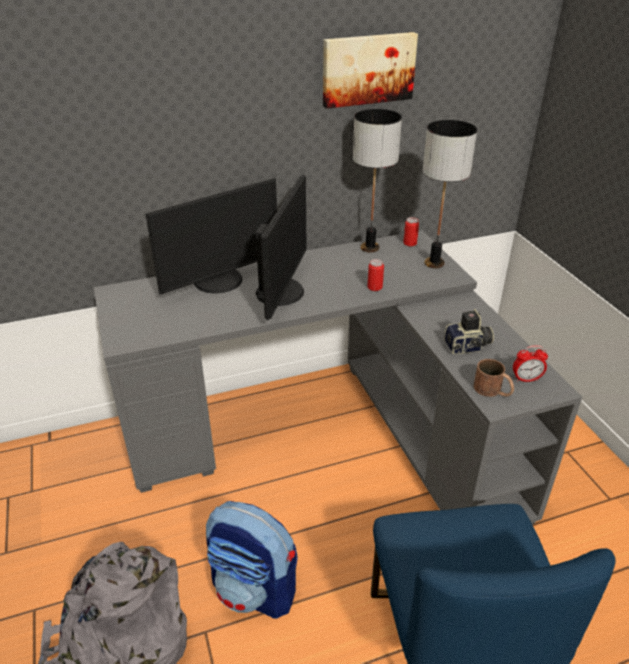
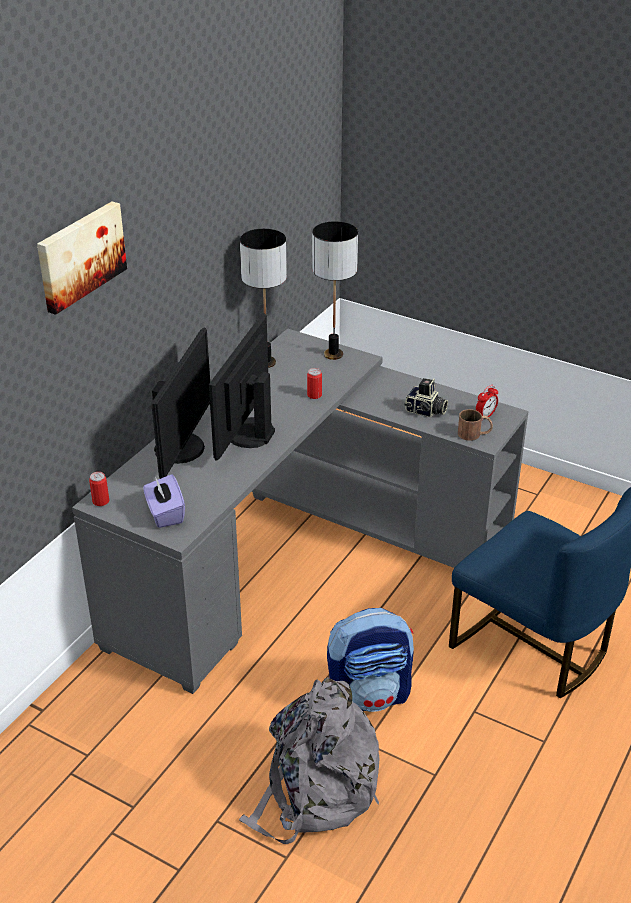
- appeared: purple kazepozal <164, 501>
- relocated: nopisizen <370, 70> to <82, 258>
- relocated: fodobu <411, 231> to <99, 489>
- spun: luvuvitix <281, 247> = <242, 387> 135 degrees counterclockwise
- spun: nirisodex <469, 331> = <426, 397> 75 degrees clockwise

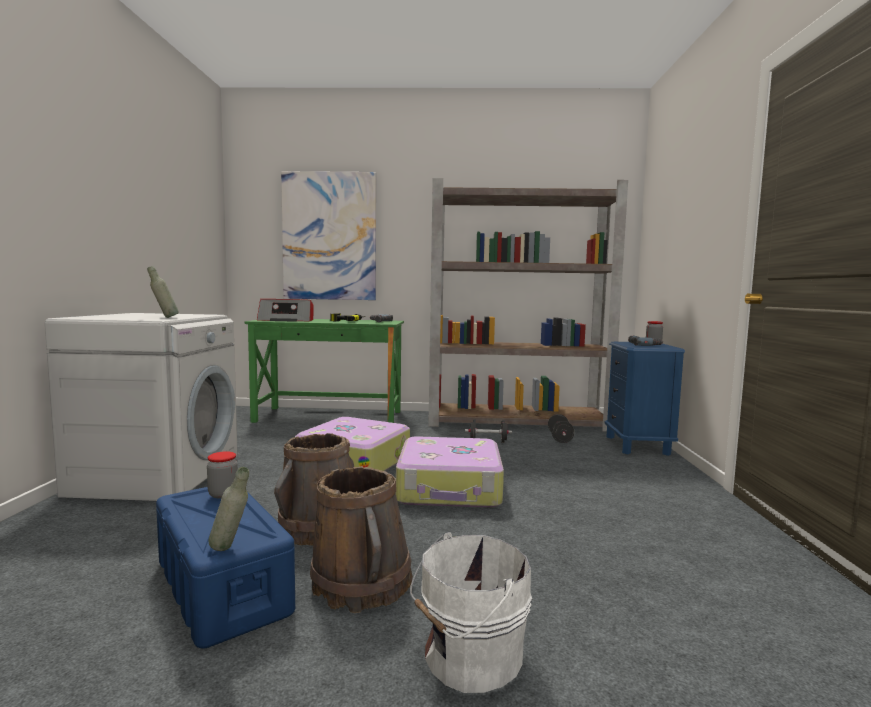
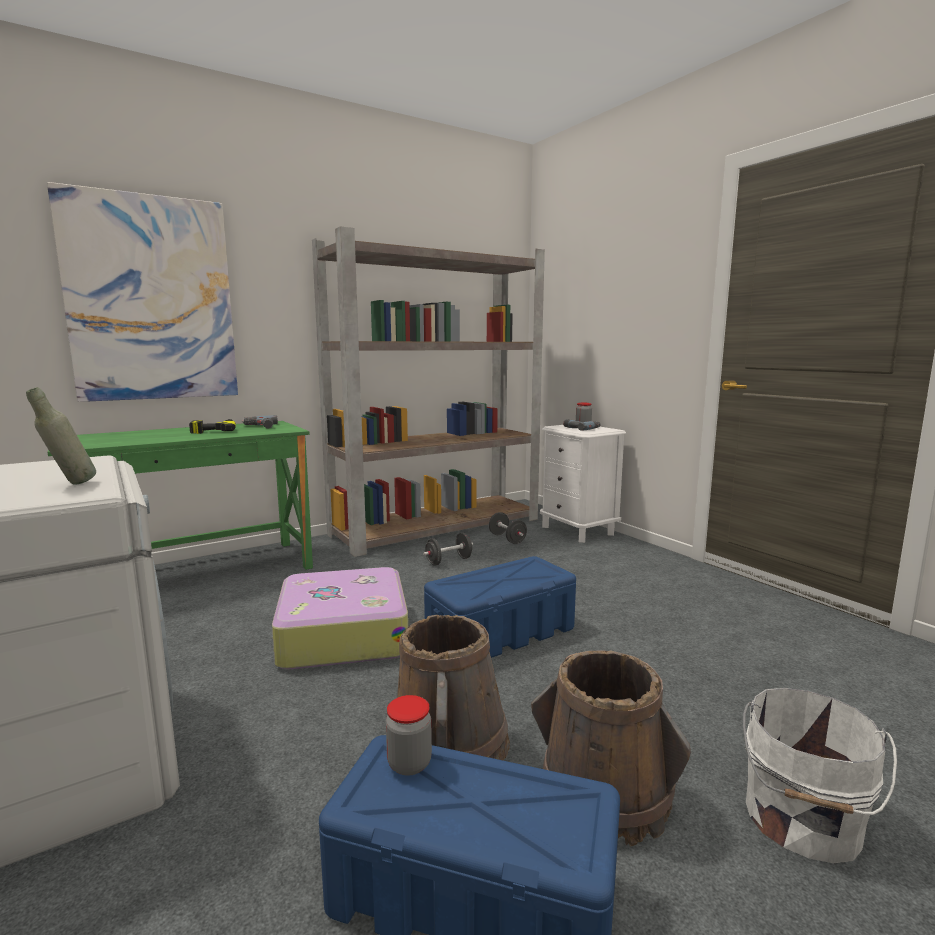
- missing: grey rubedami <229, 509>
- missing: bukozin <285, 310>
- exchanged: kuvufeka <450, 472> to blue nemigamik <500, 607>
- colour: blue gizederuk <644, 399> to white gizederuk <583, 484>

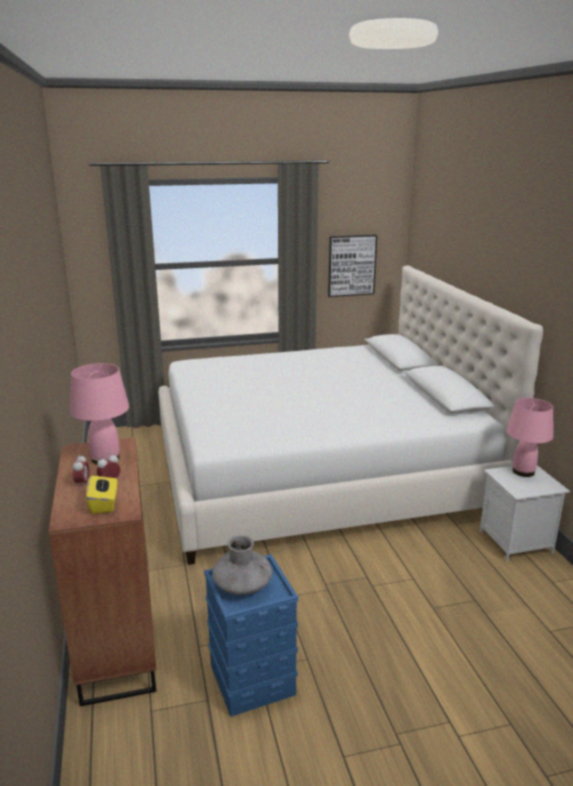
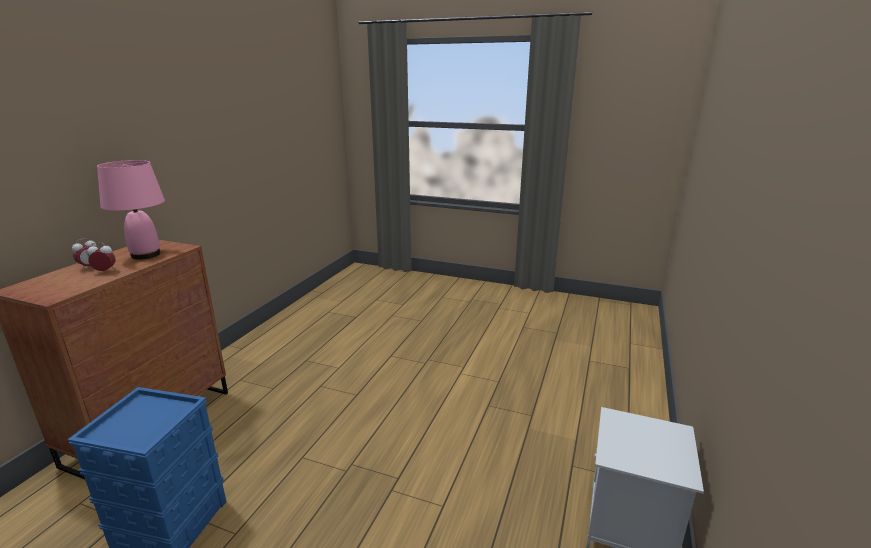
- missing: yellow kazepozal <101, 494>
- missing: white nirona <350, 415>
- missing: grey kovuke <242, 565>
- missing: nopisizen <352, 266>
- missing: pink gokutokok <529, 437>

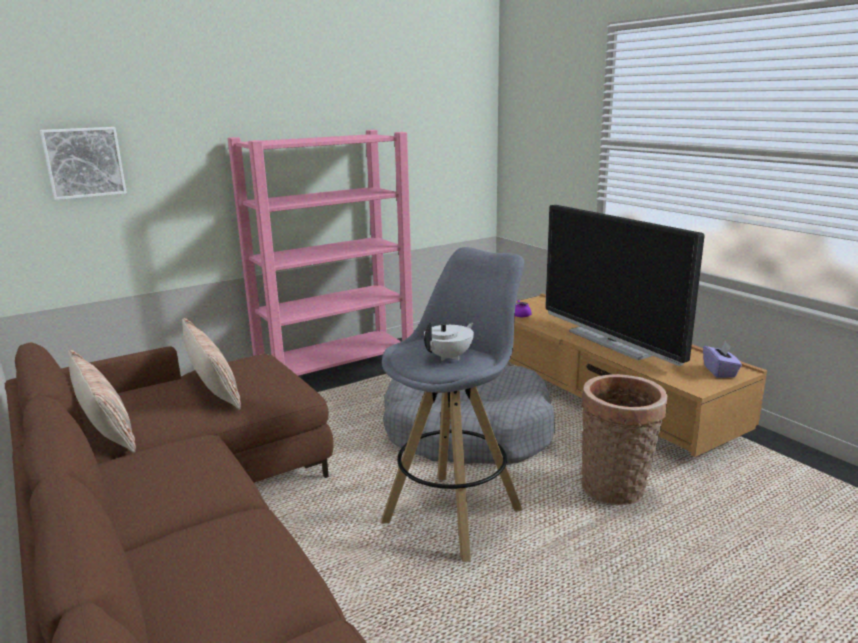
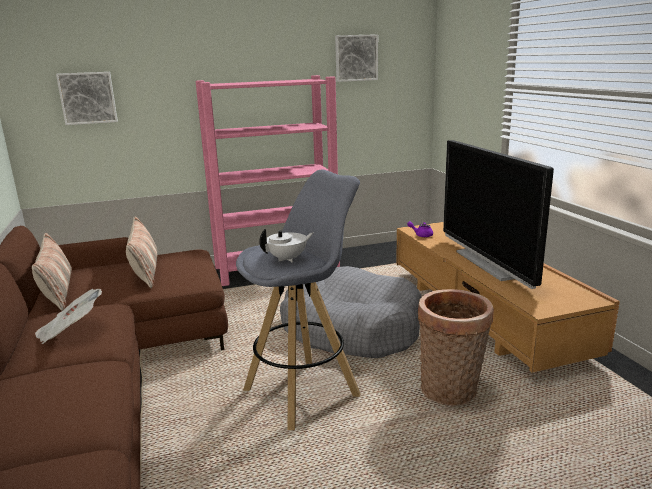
- missing: purple kazepozal <722, 359>
- appeared: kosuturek <68, 316>
- appeared: nopisizen <356, 58>

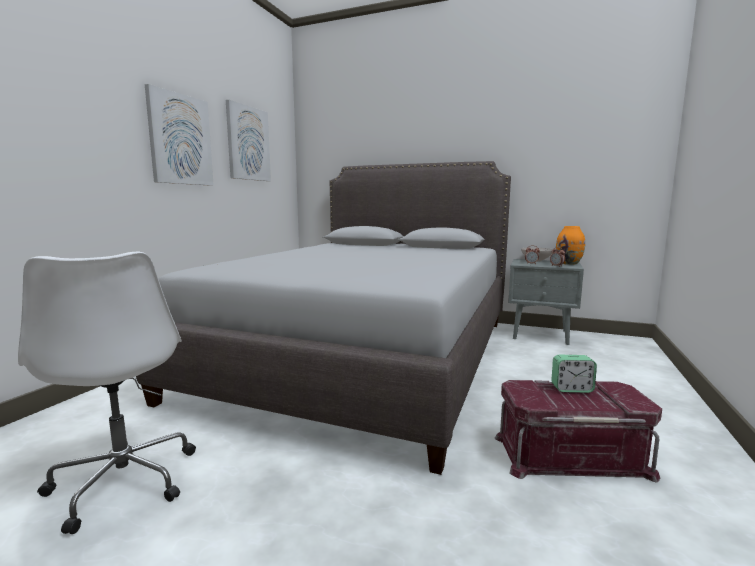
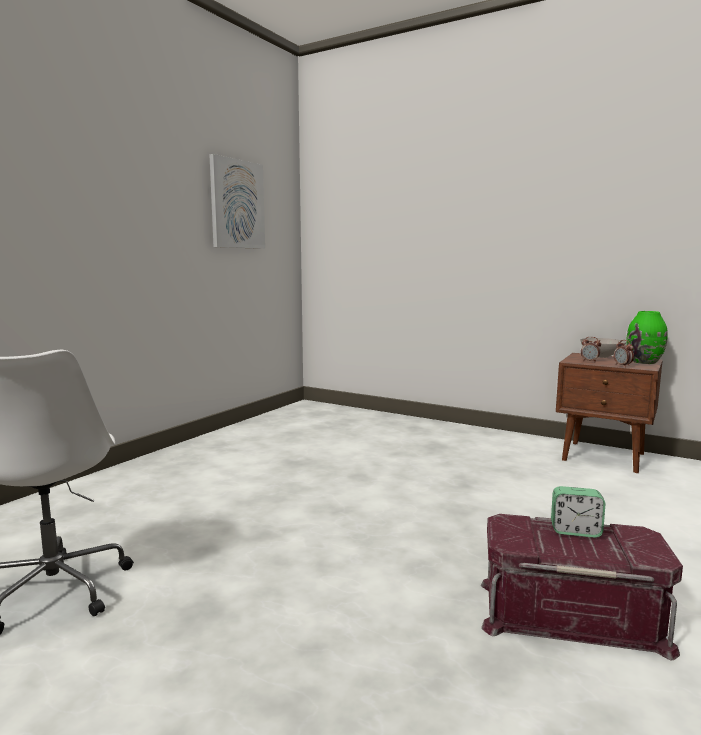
- missing: grey nirona <323, 318>
- missing: nopisizen <179, 135>
- colour: grey gizederuk <546, 302> to brown gizederuk <609, 413>
- colour: orange kovuke <570, 245> to green kovuke <647, 337>

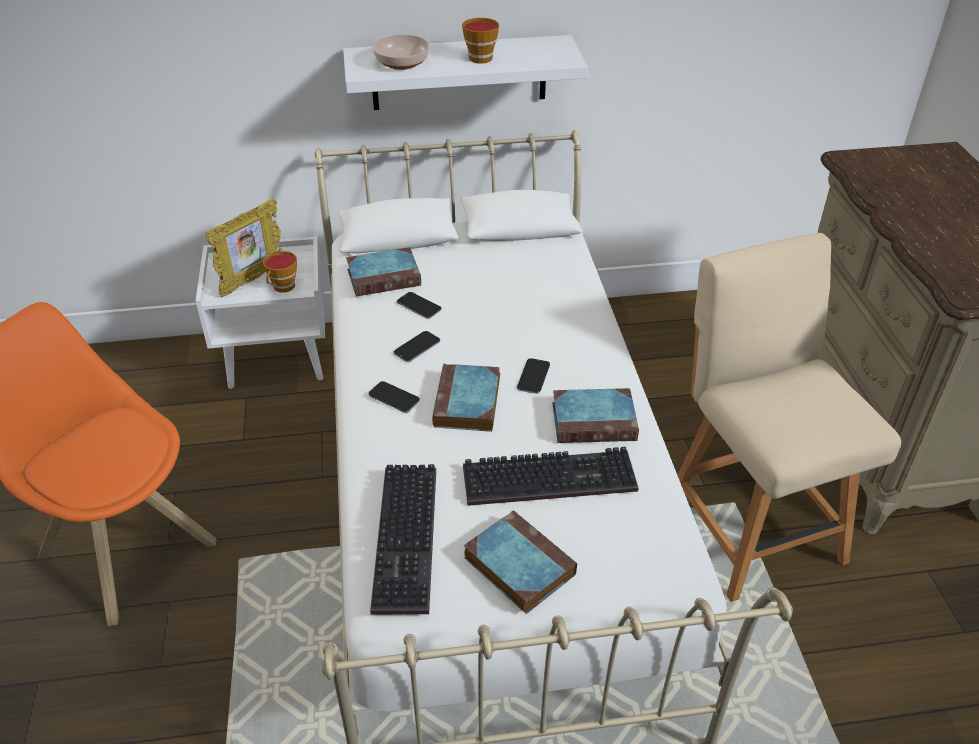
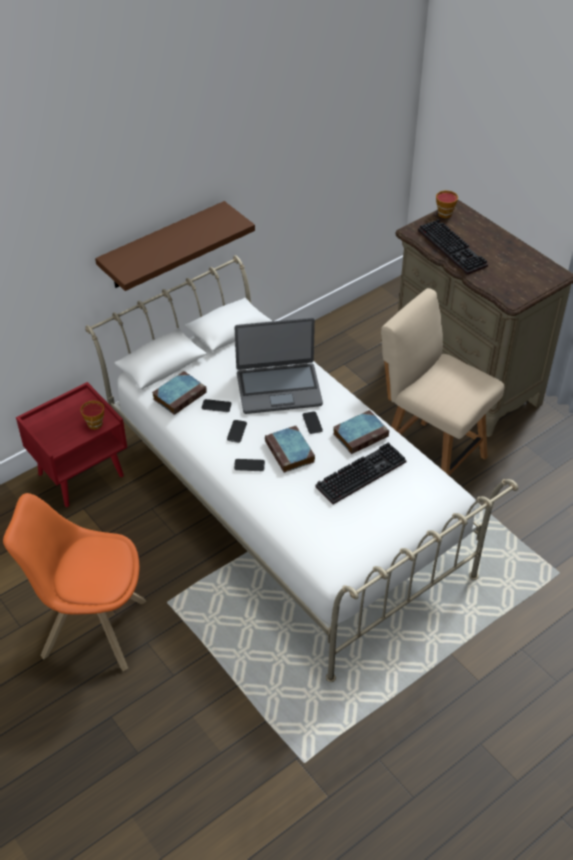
- missing: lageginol <243, 247>
- missing: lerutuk <401, 52>
- missing: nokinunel <520, 562>
- appeared: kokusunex <279, 366>
- relocated: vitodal <403, 539> to <453, 247>
- relocated: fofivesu <480, 41> to <447, 204>
- colour: white gizederuk <260, 313> to red gizederuk <71, 444>
- colour: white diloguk <465, 72> to brown diloguk <175, 246>

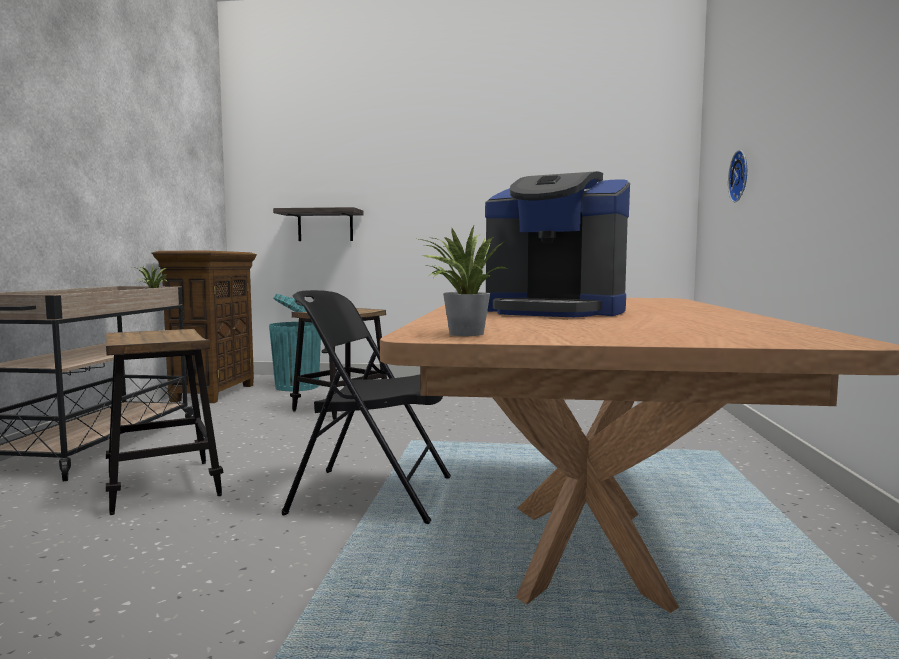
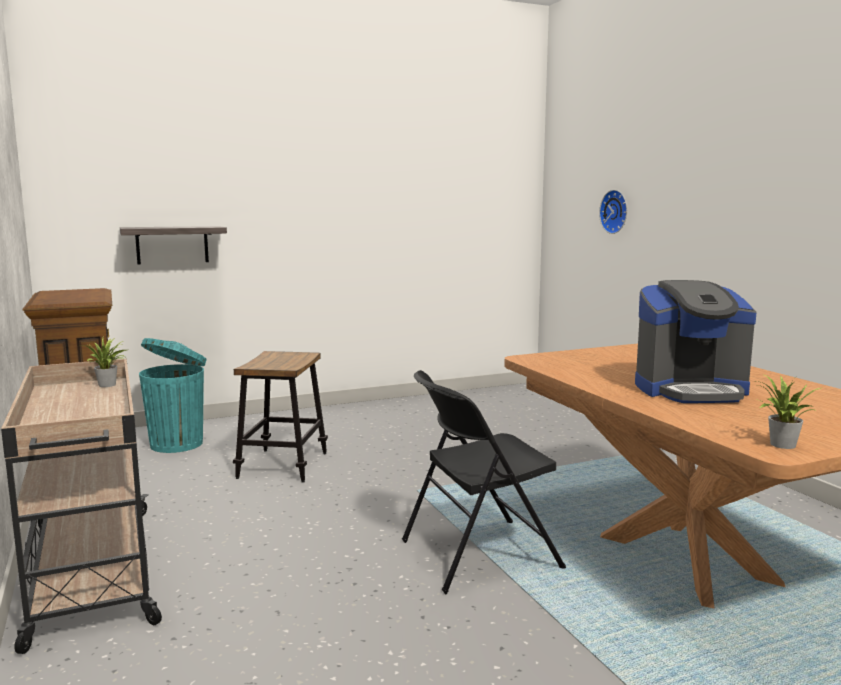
- missing: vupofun <164, 422>

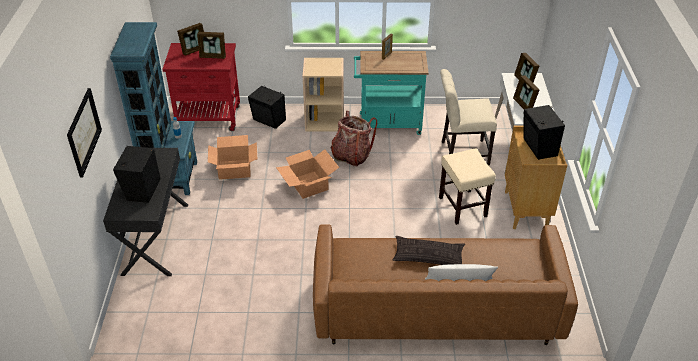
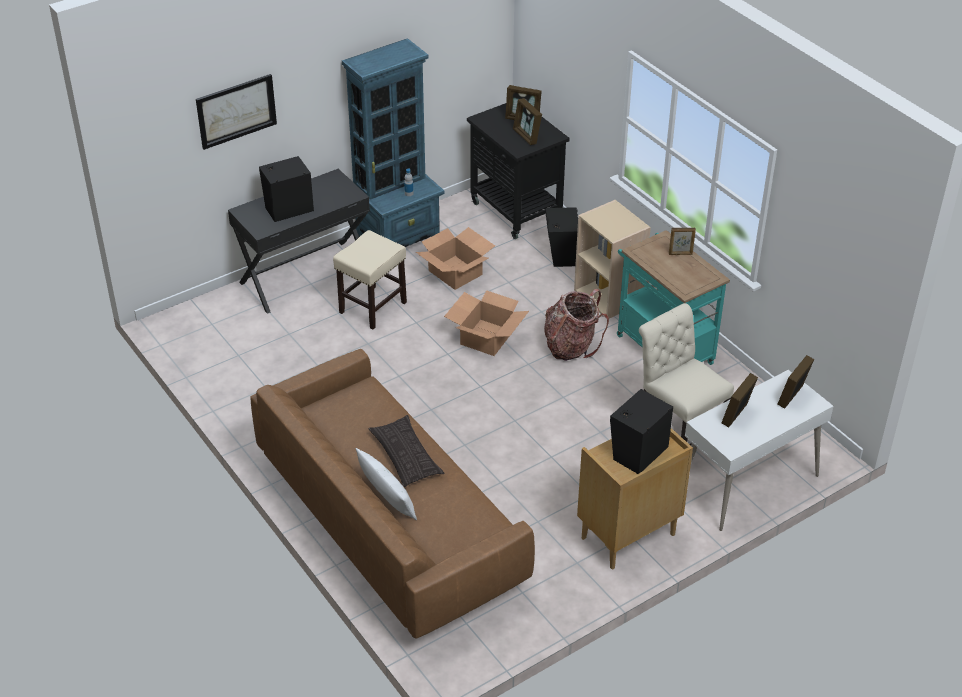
- relocated: beige vupofun <467, 186> to <370, 280>
- colour: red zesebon <201, 87> to black zesebon <518, 171>

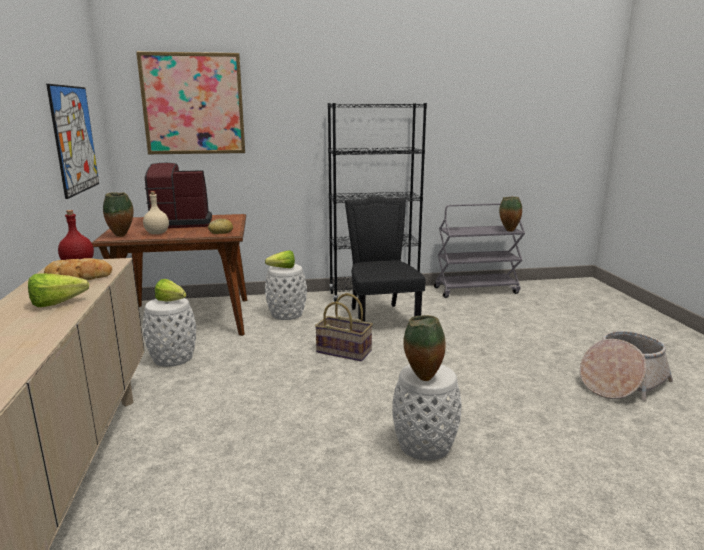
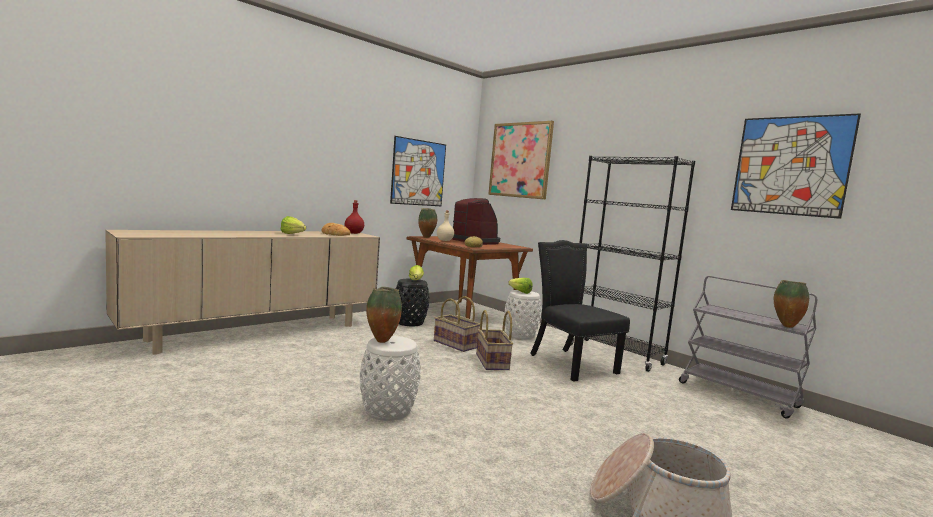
- appeared: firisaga <457, 324>
- appeared: nopisizen <796, 166>
- colour: white vupofun <169, 332> to black vupofun <412, 302>
- spun: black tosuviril <385, 259> = <580, 311> 75 degrees counterclockwise

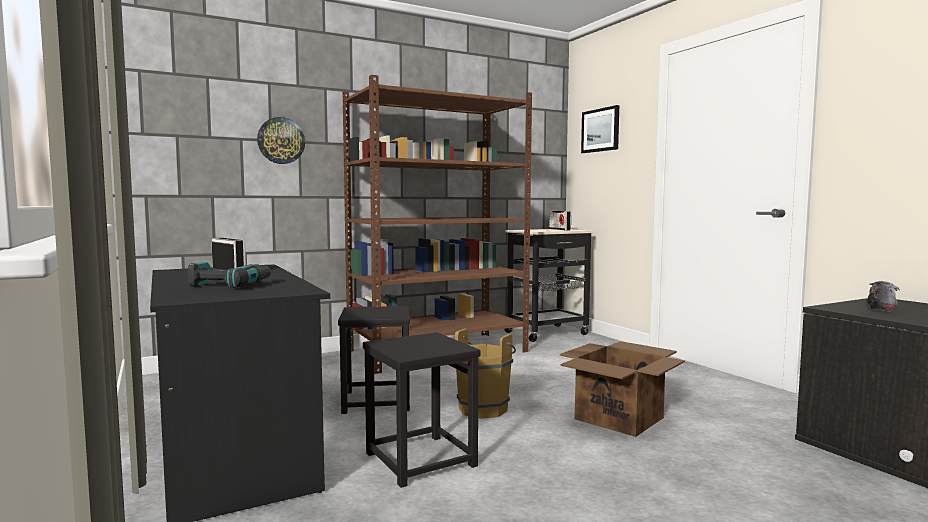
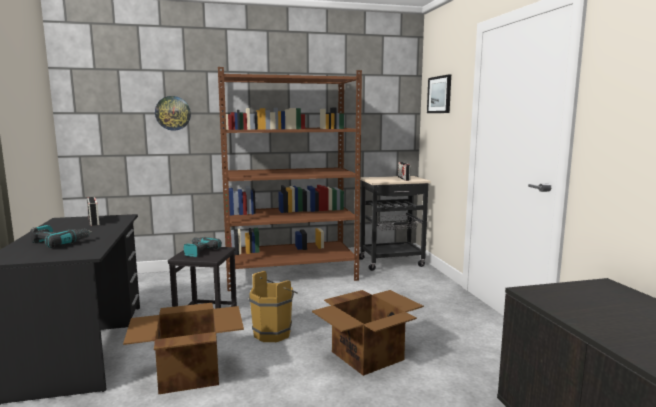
- missing: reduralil <883, 296>
- appeared: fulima <203, 247>
- exchanged: black vupofun <422, 410> to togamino <183, 349>

